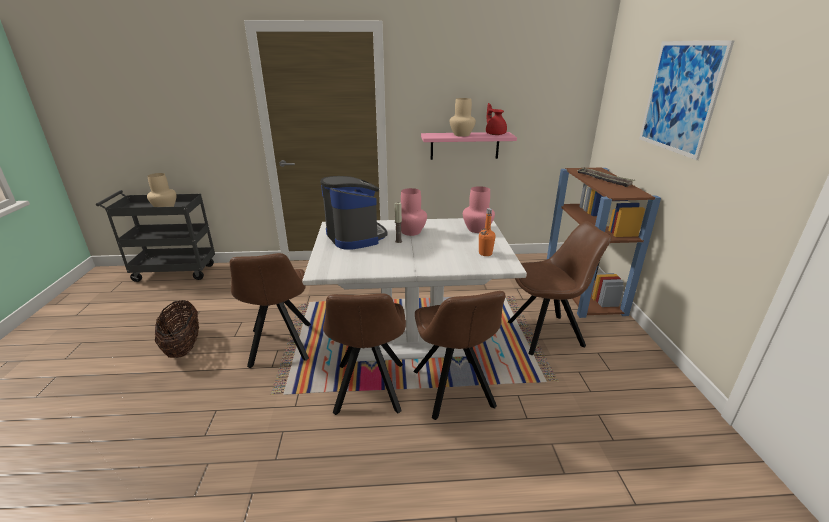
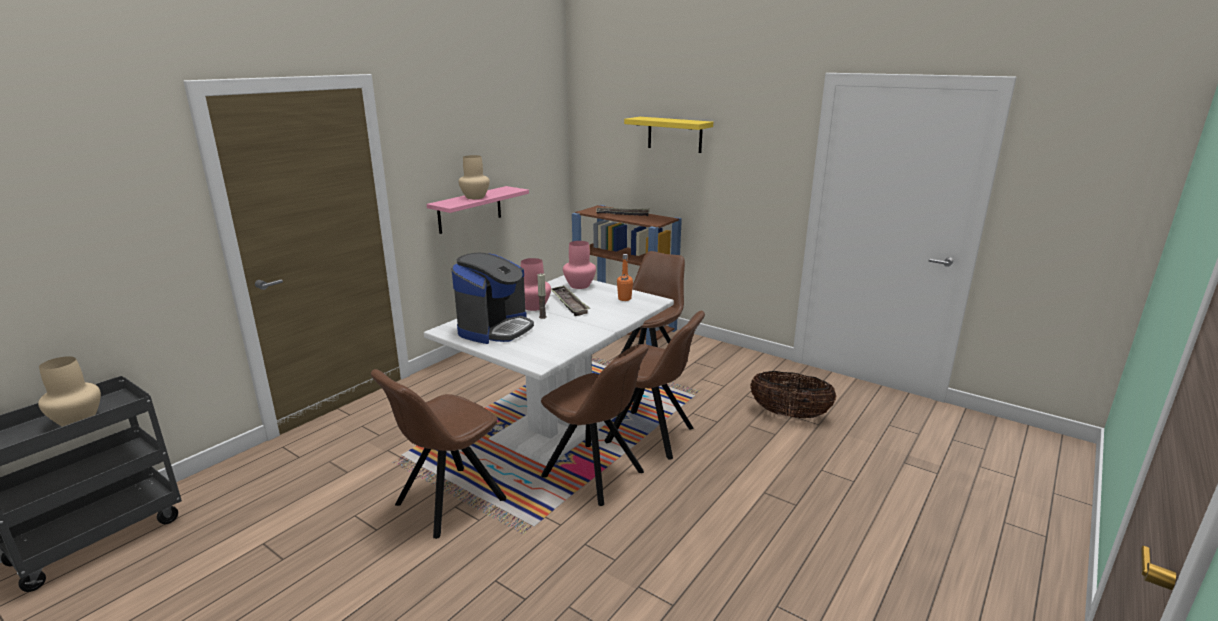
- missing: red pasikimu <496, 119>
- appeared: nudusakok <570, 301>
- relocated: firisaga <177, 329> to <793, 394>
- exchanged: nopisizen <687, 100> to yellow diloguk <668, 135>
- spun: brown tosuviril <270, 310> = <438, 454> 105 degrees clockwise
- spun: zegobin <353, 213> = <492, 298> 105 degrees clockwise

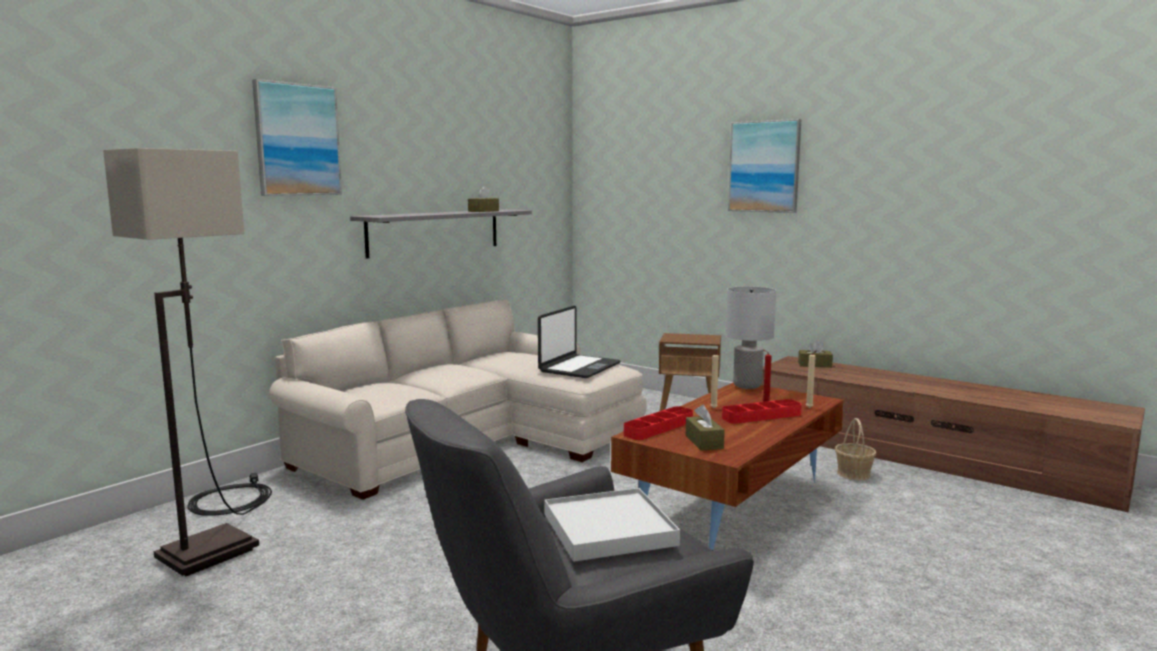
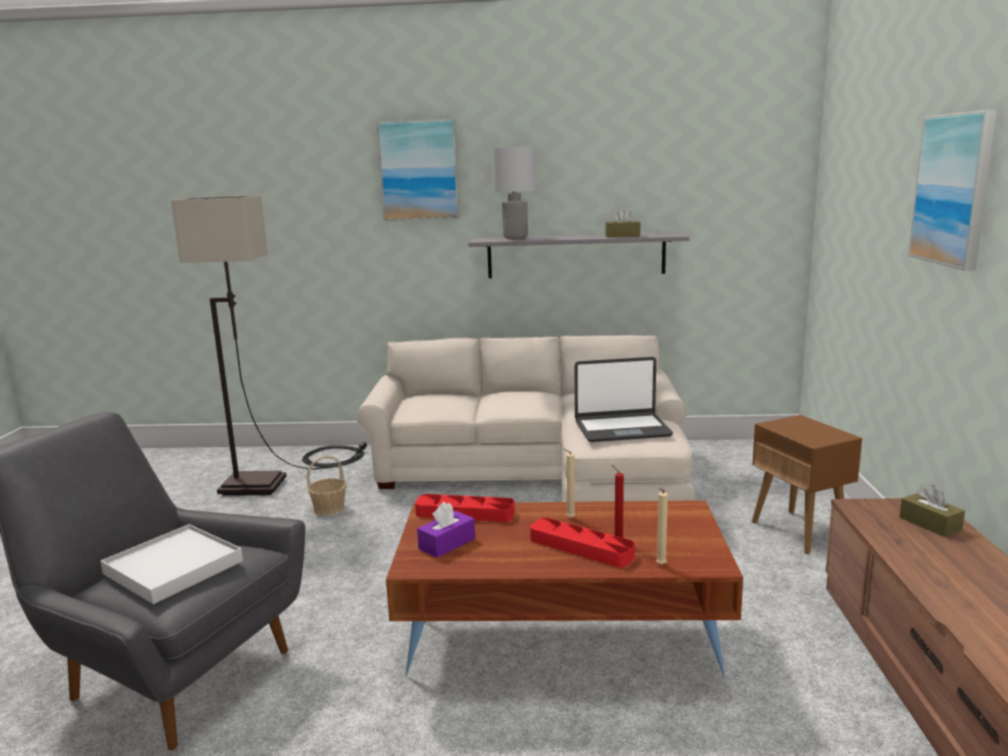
- relocated: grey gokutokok <750, 337> to <514, 192>
- relocated: firisaga <855, 449> to <327, 486>
- colour: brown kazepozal <705, 427> to purple kazepozal <446, 529>

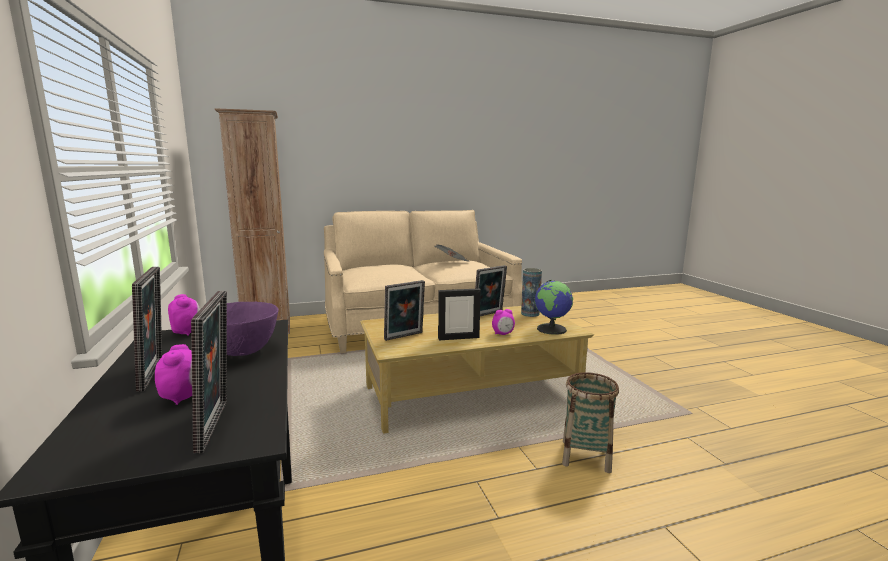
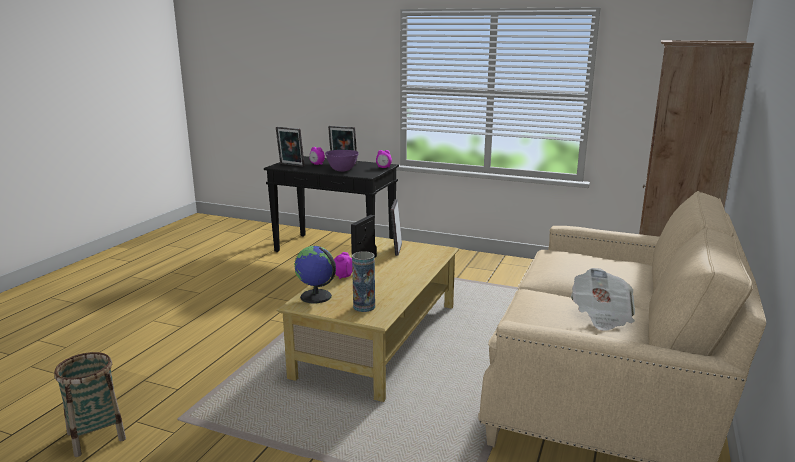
- missing: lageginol <491, 290>
- relocated: firisaga <590, 422> to <90, 404>

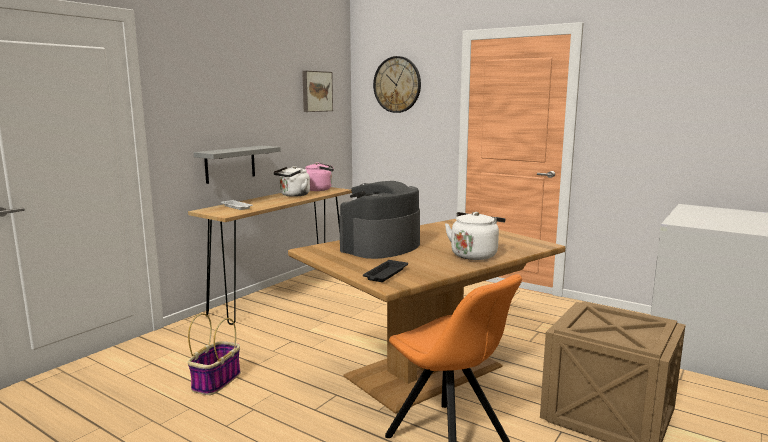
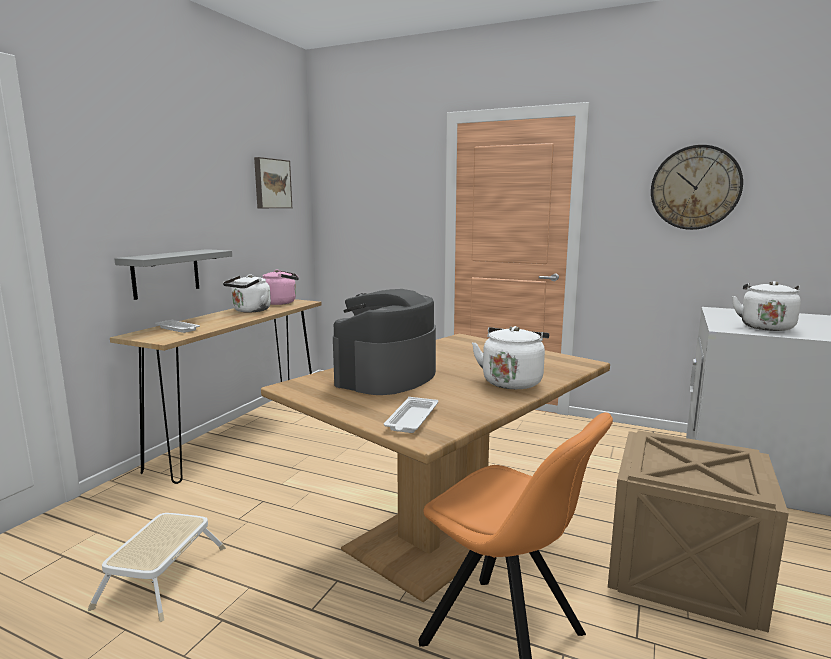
- appeared: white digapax <766, 306>
- relocated: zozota <397, 84> to <697, 187>
- exchanged: firisaga <214, 354> to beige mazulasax <157, 567>
- colour: black nudusakok <385, 271> to white nudusakok <411, 415>

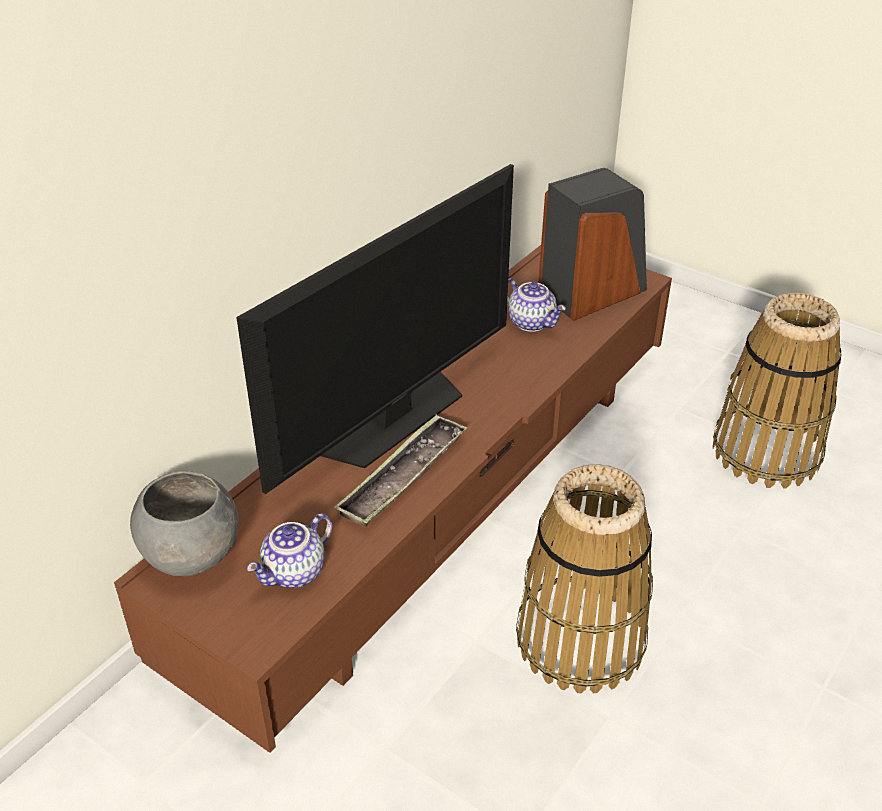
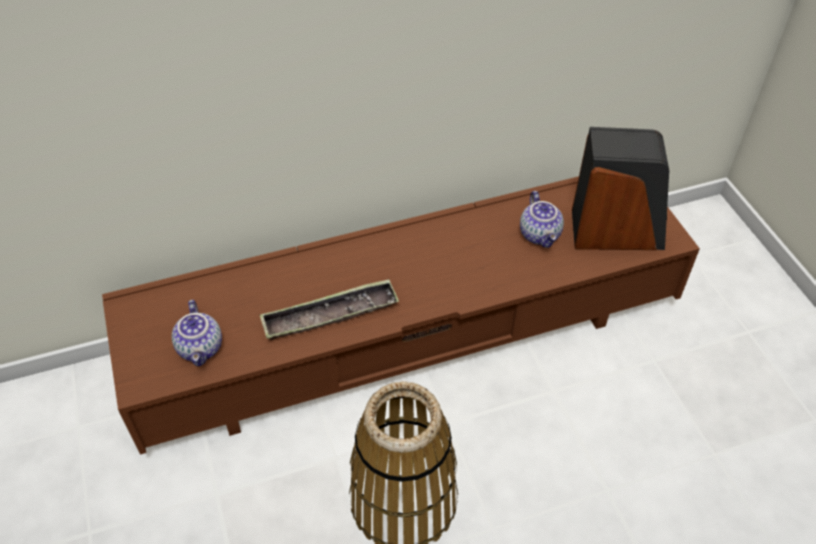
- missing: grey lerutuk <184, 523>
- missing: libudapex <375, 329>
- missing: firisaga <777, 391>
- spun: pasikimu <289, 551> = <197, 333> 90 degrees counterclockwise

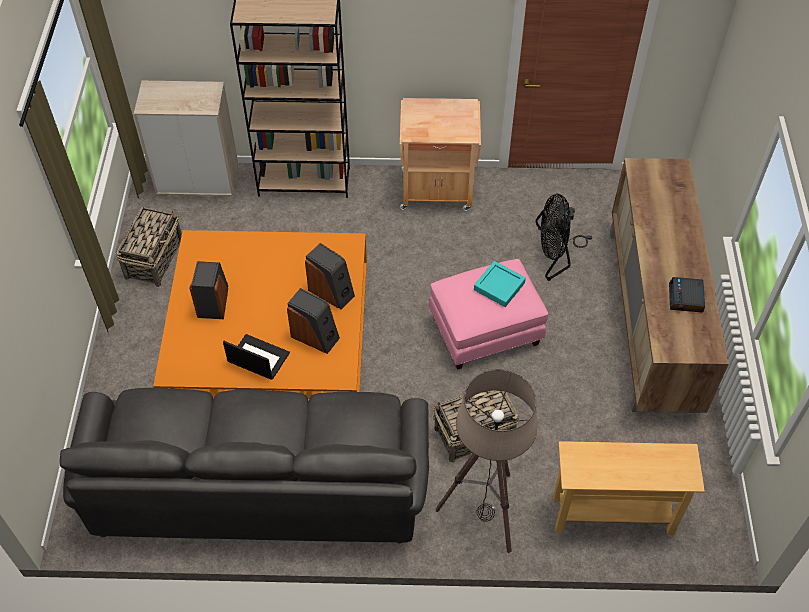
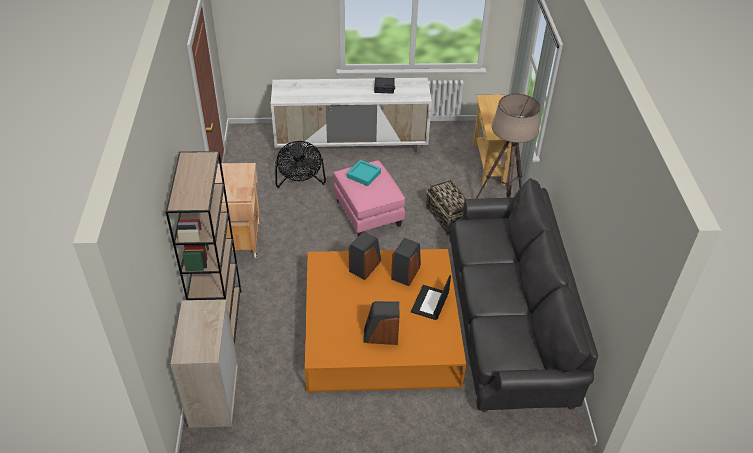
- missing: firisaga <149, 247>
- colour: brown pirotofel <669, 285> to white pirotofel <351, 117>

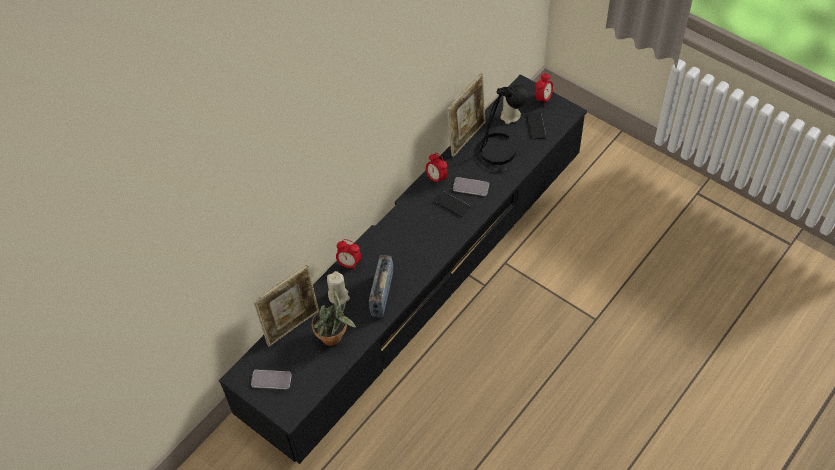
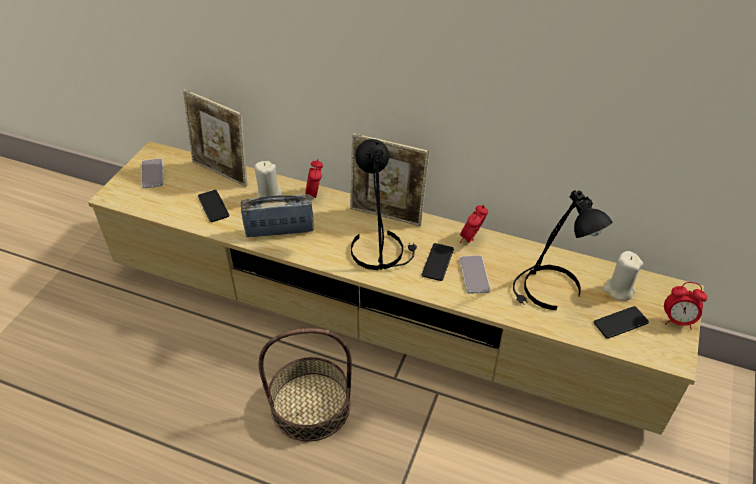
- appeared: firisaga <305, 385>
- appeared: black gokutokok <384, 204>
- relocated: lageginol <466, 115> to <390, 179>
- exchanged: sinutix <334, 317> to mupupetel <214, 206>
- colour: black pirotofel <403, 269> to beige pirotofel <396, 288>

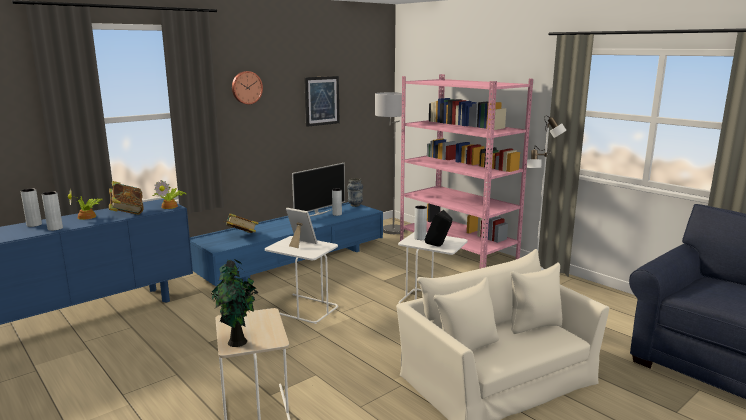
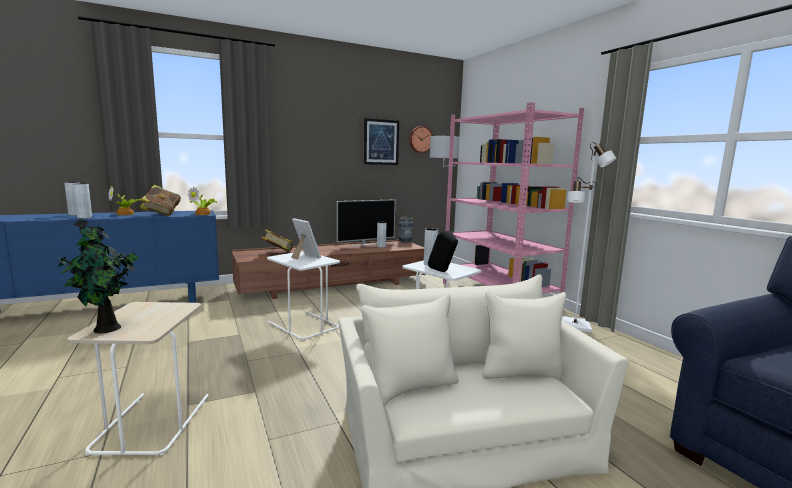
- relocated: zozota <247, 87> to <421, 139>
- colour: blue pirotofel <286, 244> to brown pirotofel <329, 269>

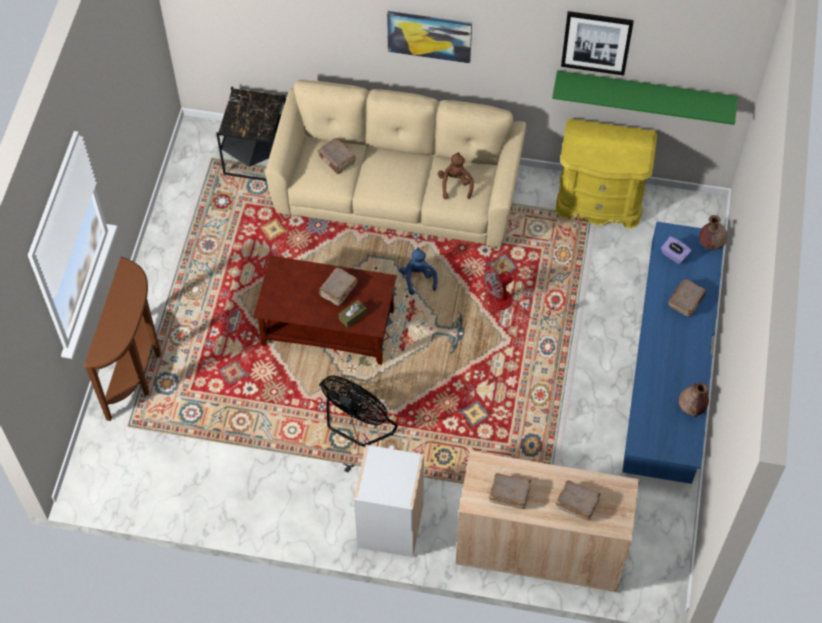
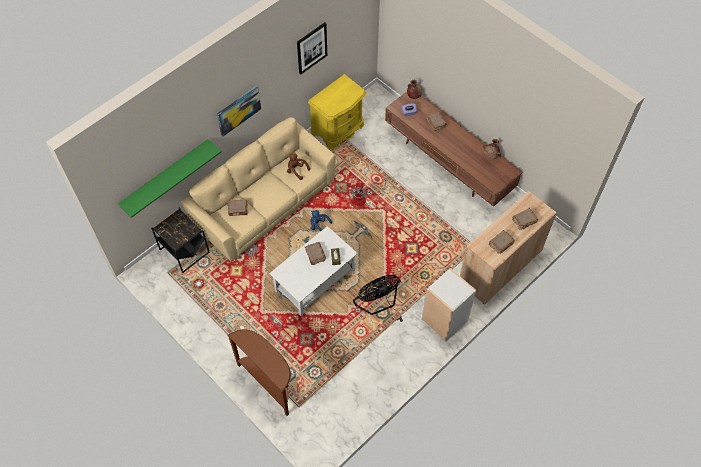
- relocated: green diloguk <645, 97> to <170, 178>
- colour: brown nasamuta <325, 310> to white nasamuta <313, 271>
- colour: blue pirotofel <673, 353> to brown pirotofel <454, 149>

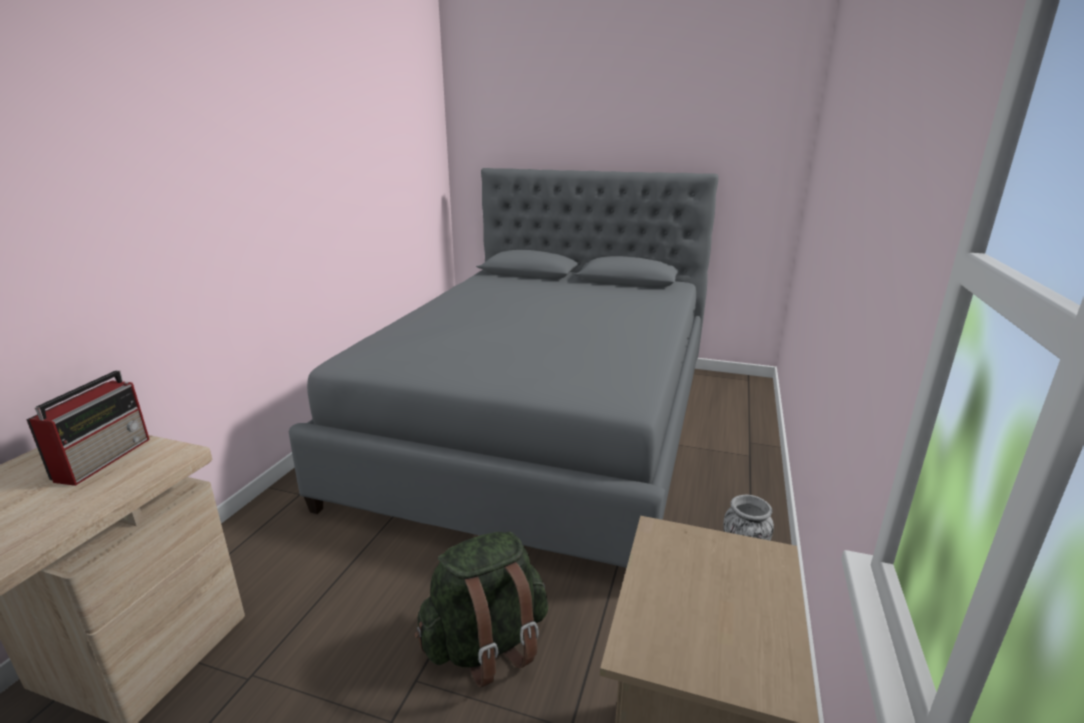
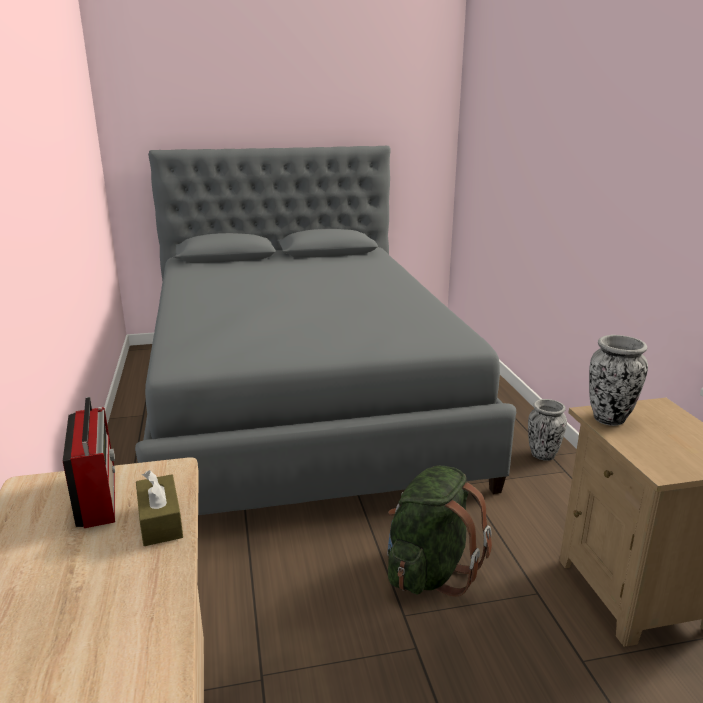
- appeared: brown kazepozal <159, 508>
- appeared: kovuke <618, 380>

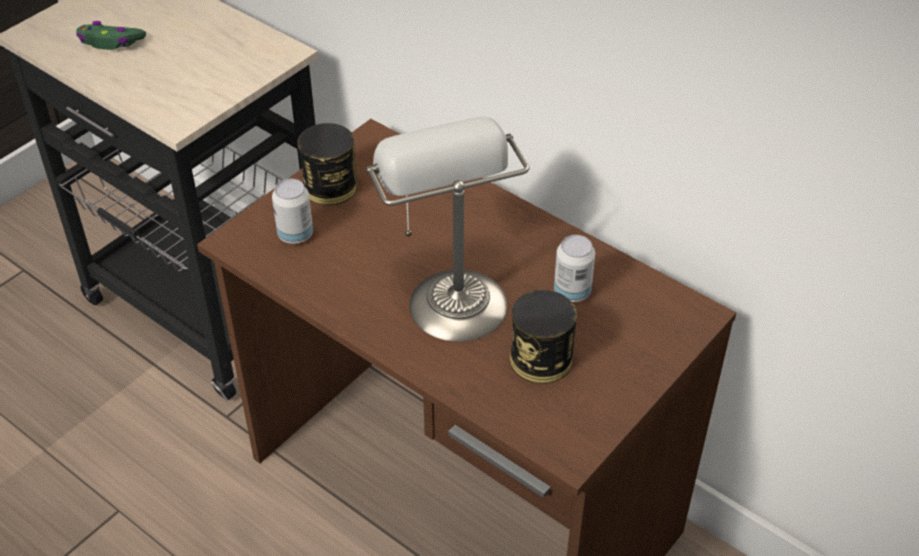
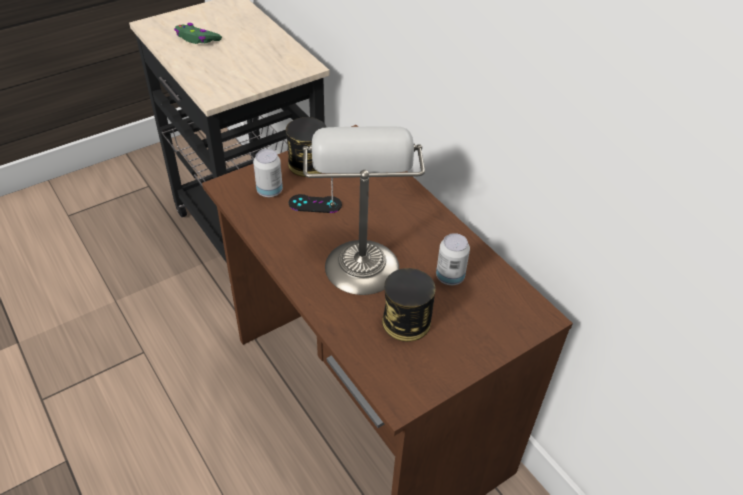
- appeared: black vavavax <315, 203>

